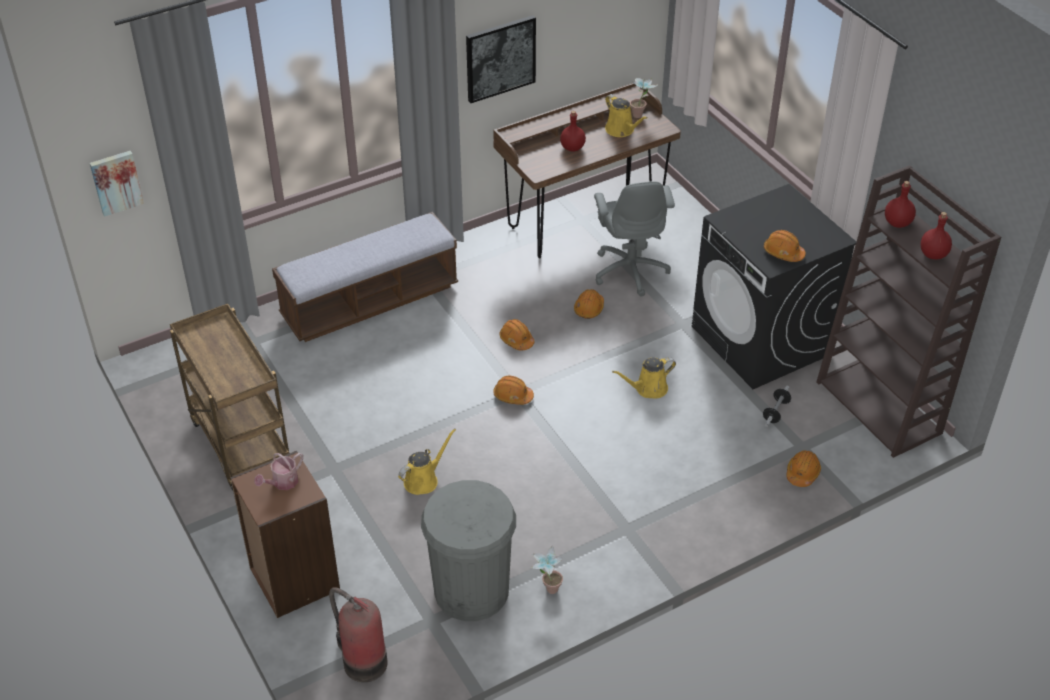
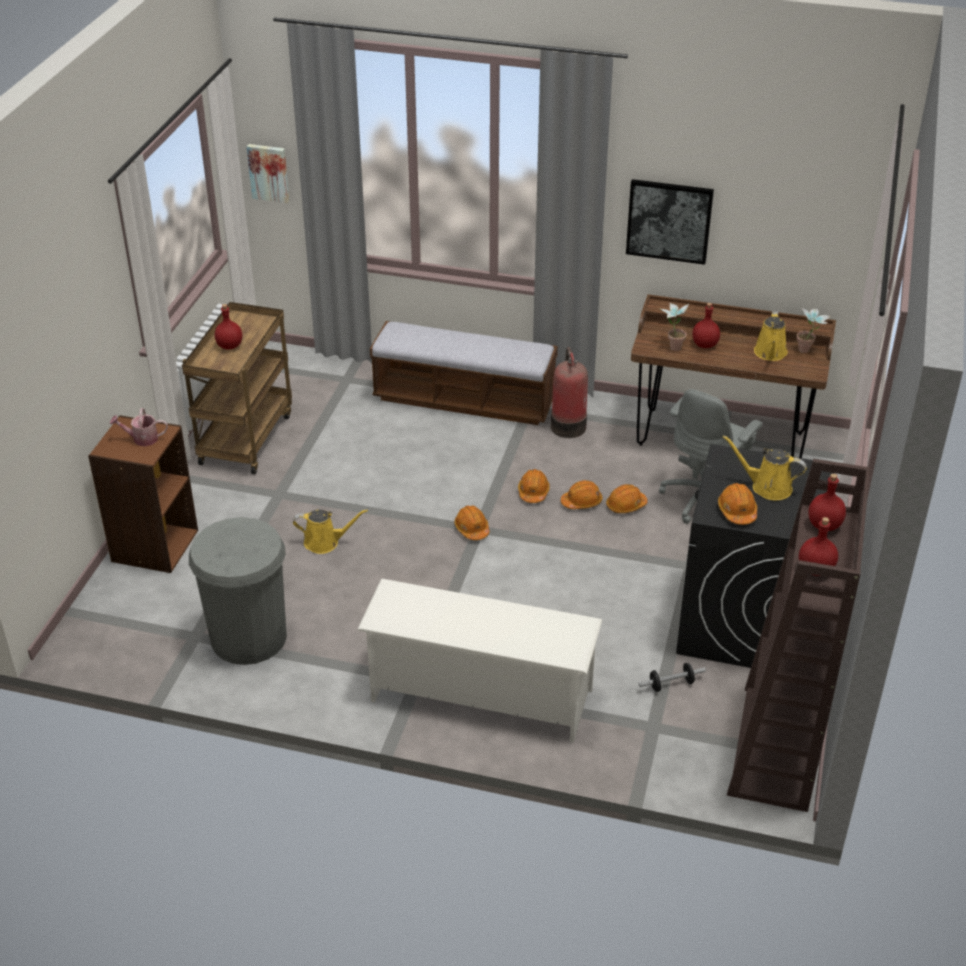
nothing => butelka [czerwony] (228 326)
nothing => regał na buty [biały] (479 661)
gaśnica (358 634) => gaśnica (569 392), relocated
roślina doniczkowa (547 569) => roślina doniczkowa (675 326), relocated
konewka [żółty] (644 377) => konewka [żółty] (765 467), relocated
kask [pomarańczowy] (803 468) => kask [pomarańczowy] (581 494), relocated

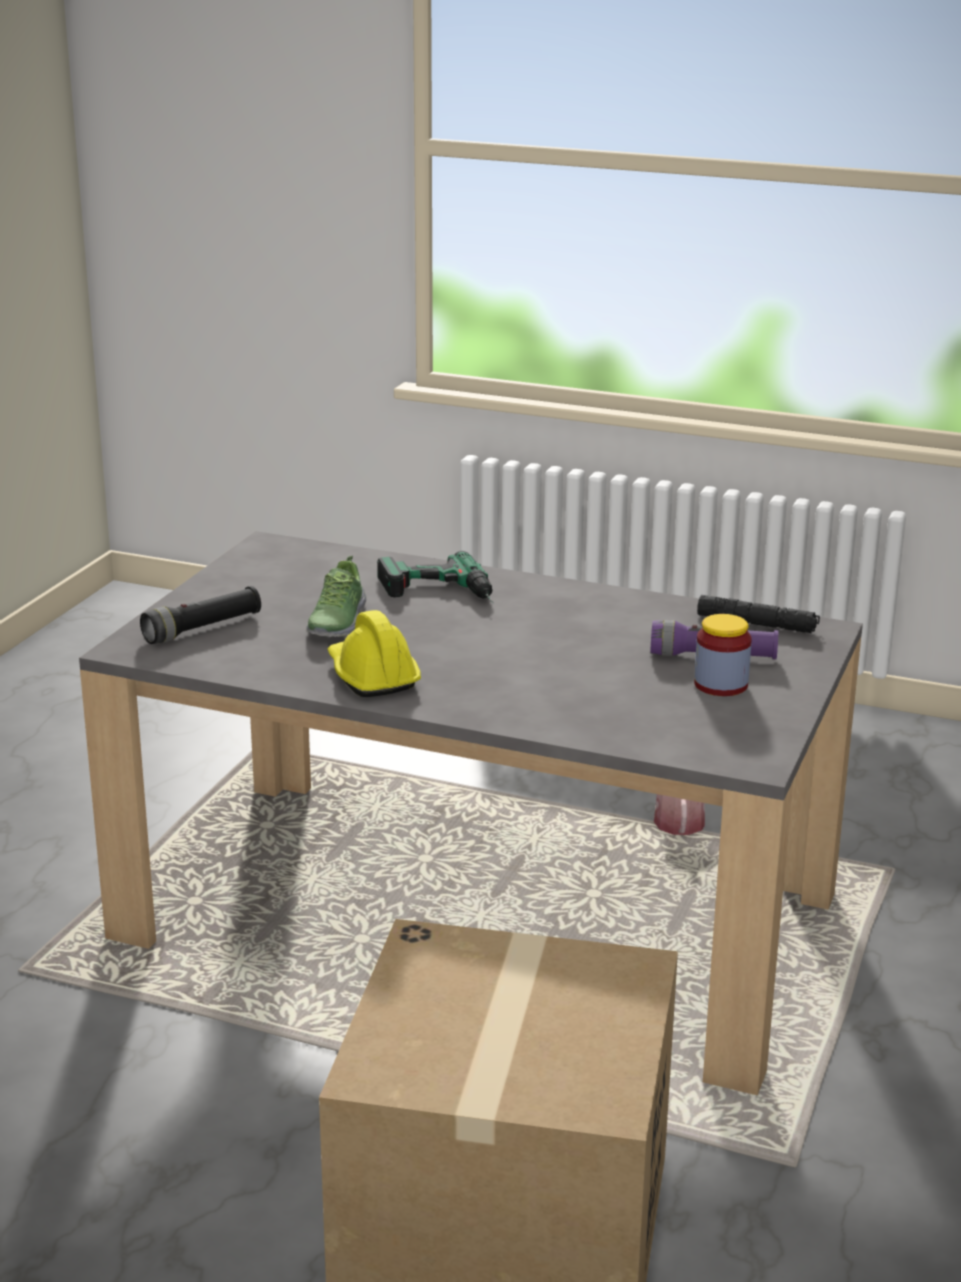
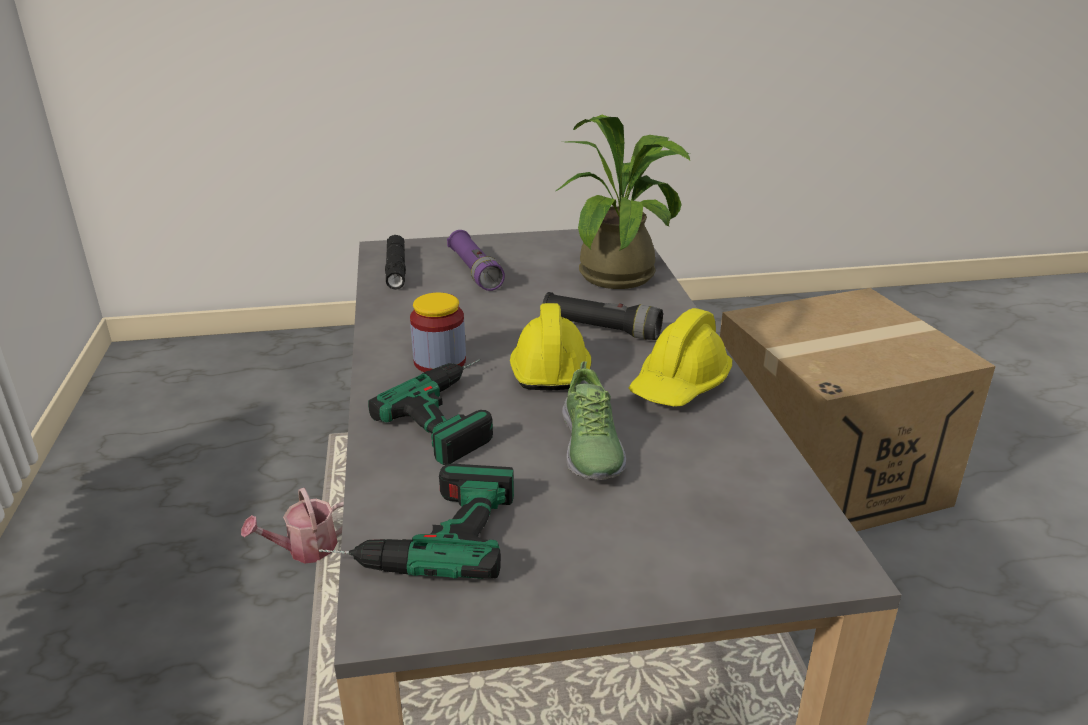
nothing => wiertarka (416 521)
nothing => kask [żółty] (550 346)
nothing => roślina doniczkowa (623 202)
latarka [czarny] (200 615) => latarka [czarny] (603 316), relocated
słoik (723 655) => słoik (438 332), relocated
but (336 596) => but (594 420), 105 degrees clockwise

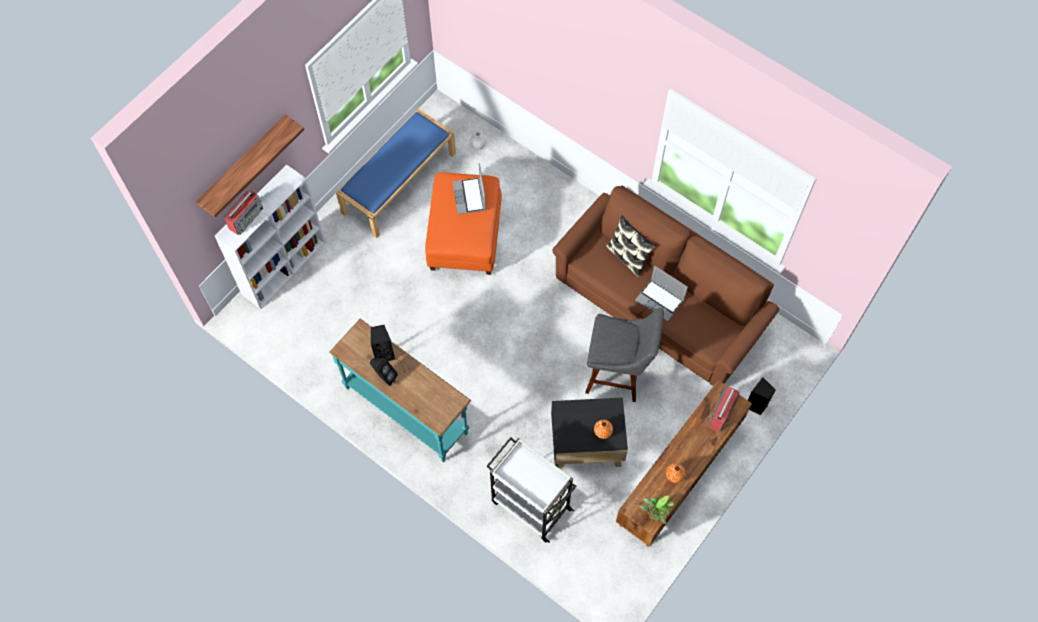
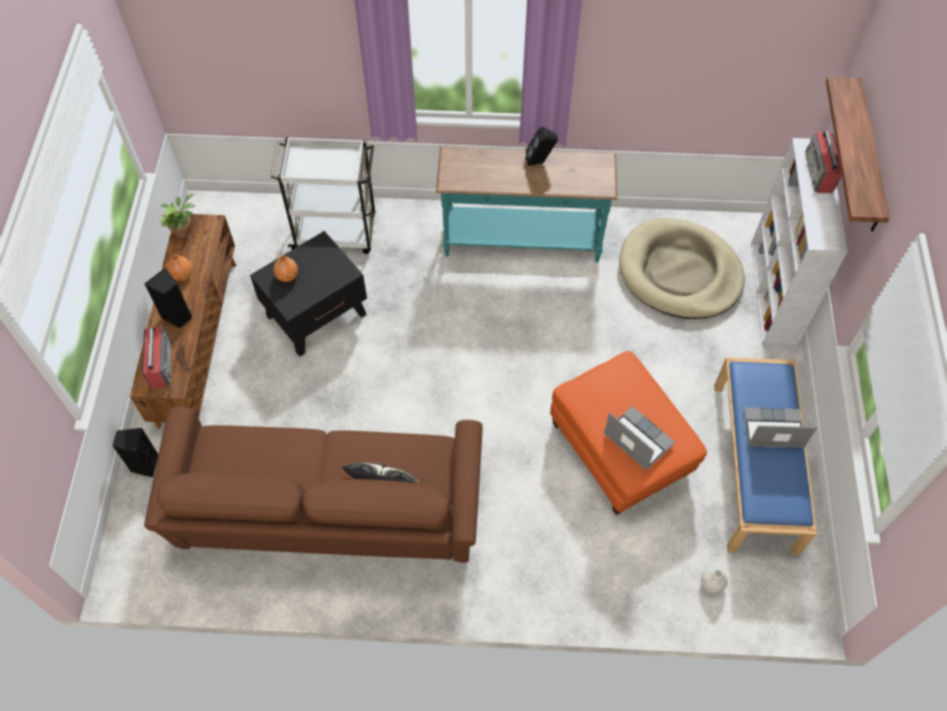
stołek [szary] (624 355) => nothing
nothing => legowisko [beżowy] (682 268)
głośnik [czarny] (383 343) => głośnik [czarny] (168 298), relocated
laptop (661 293) => laptop (780 428), relocated

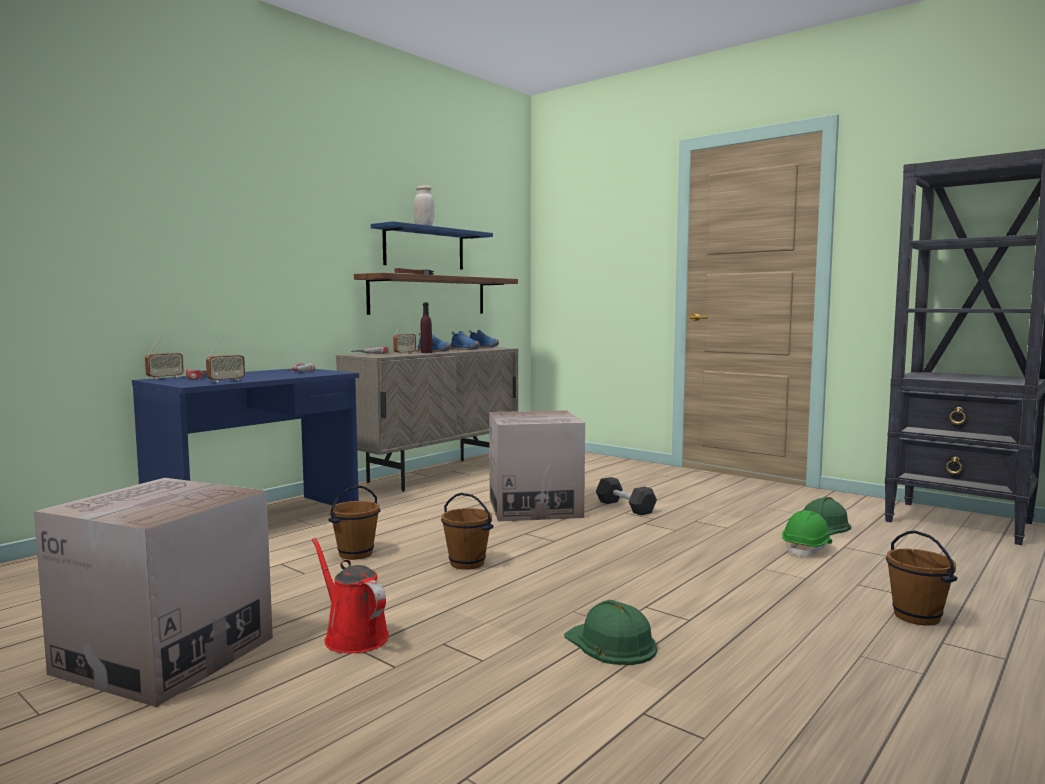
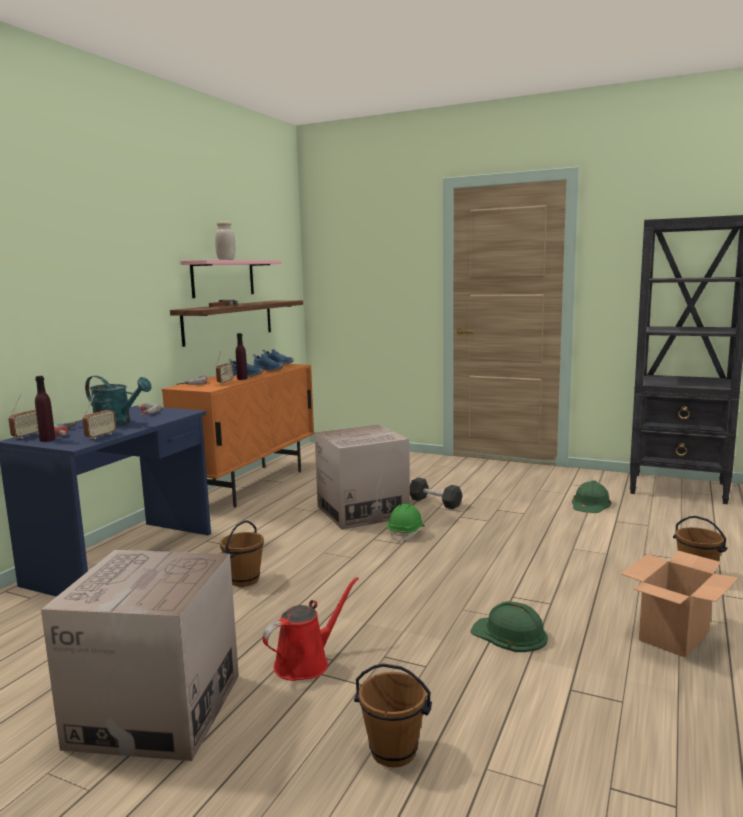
nothing => butelka [fioletowy] (45 409)
nothing => konewka [turkusowy] (118 401)
nothing => karton (679 604)
wiadro [brązowy] (467 531) => wiadro [brązowy] (393 715), relocated
kask [zielony] (807 534) => kask [zielony] (406 523), relocated
szafka [beżowy] (427 419) => szafka [pomarańczowy] (238 436)
półka [niebieski] (432 245) => półka [różowy] (231 279)
konewka [czerwony] (350 595) => konewka [czerwony] (310 629), 105 degrees clockwise

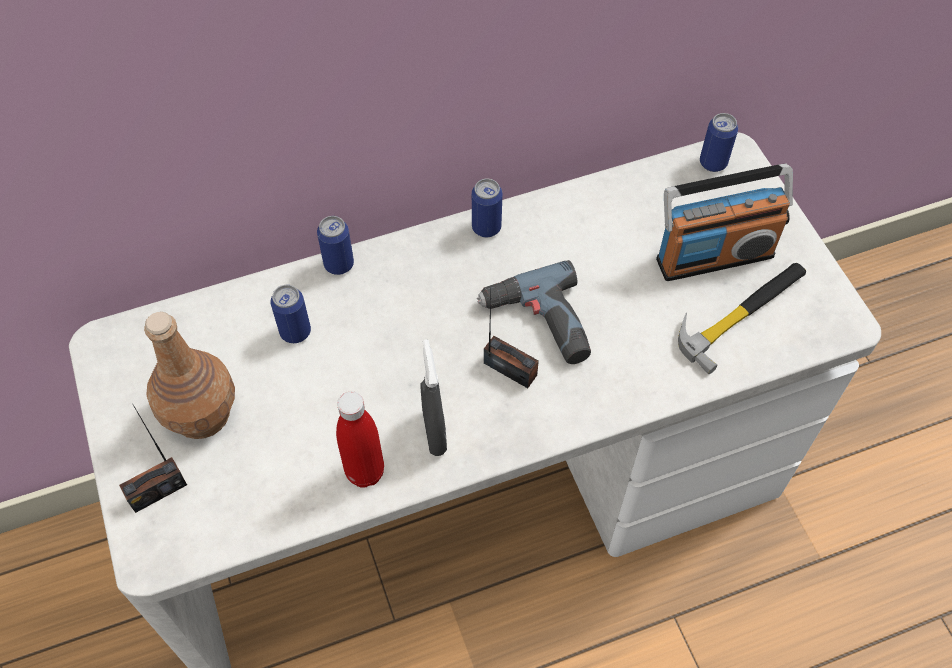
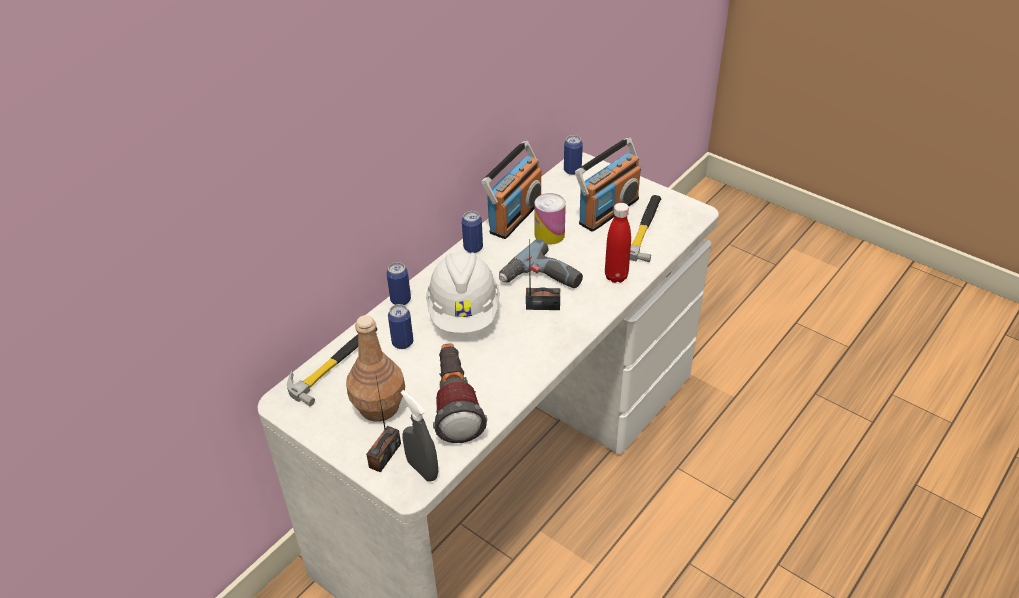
nothing => młotek (332 366)
nothing => kask [biały] (463 292)
nothing => latarka (460 393)
nothing => radio (511 190)
nothing => puszka (550 219)
butelka [czerwony] (360 439) => butelka [czerwony] (618 243), relocated
spryskiwacz [szary] (433 397) => spryskiwacz [szary] (419 435), relocated

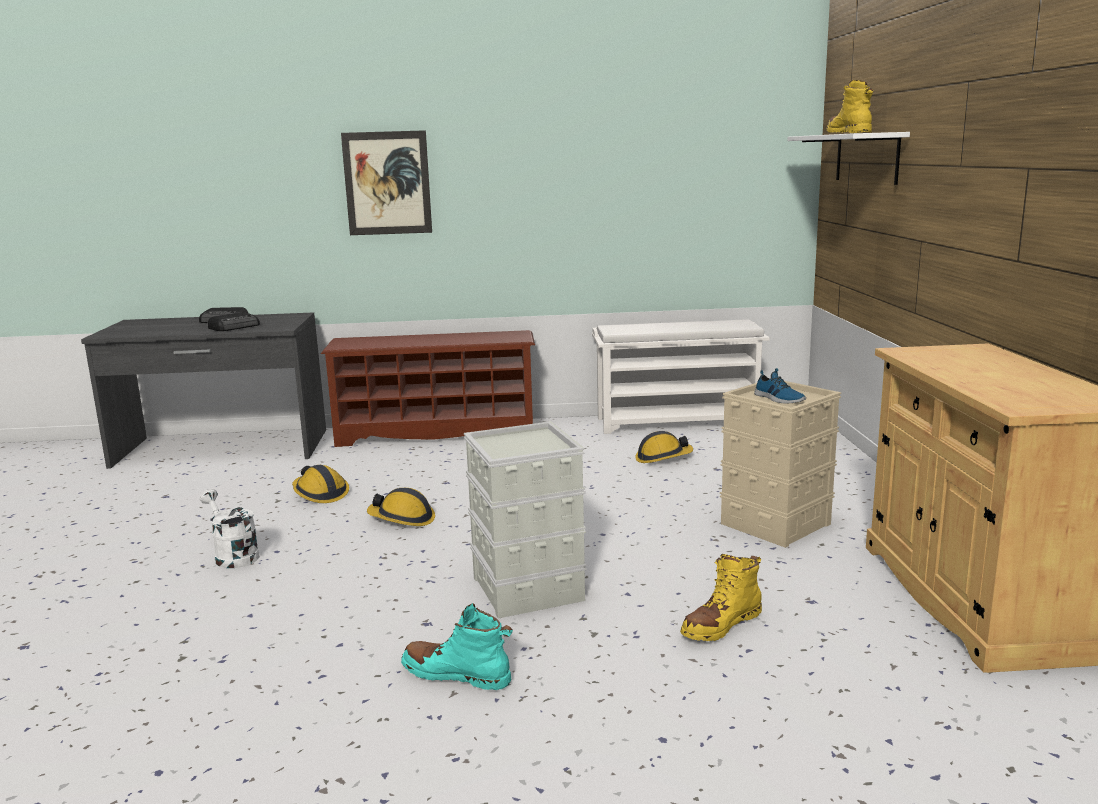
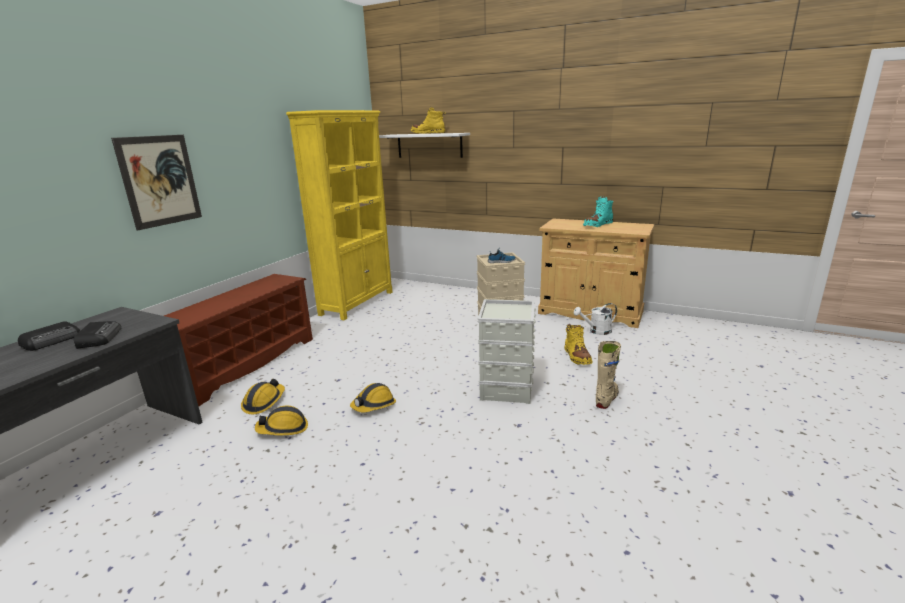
nothing => but z cholewką [beżowy] (608 375)
konewka [biały] (230 528) => konewka [biały] (595 319), relocated
but z cholewką [turkusowy] (457 646) => but z cholewką [turkusowy] (598 212), relocated
kask (664 447) => kask (263 396), relocated
regał na buty [biały] (681 376) => regał [żółty] (339 215)

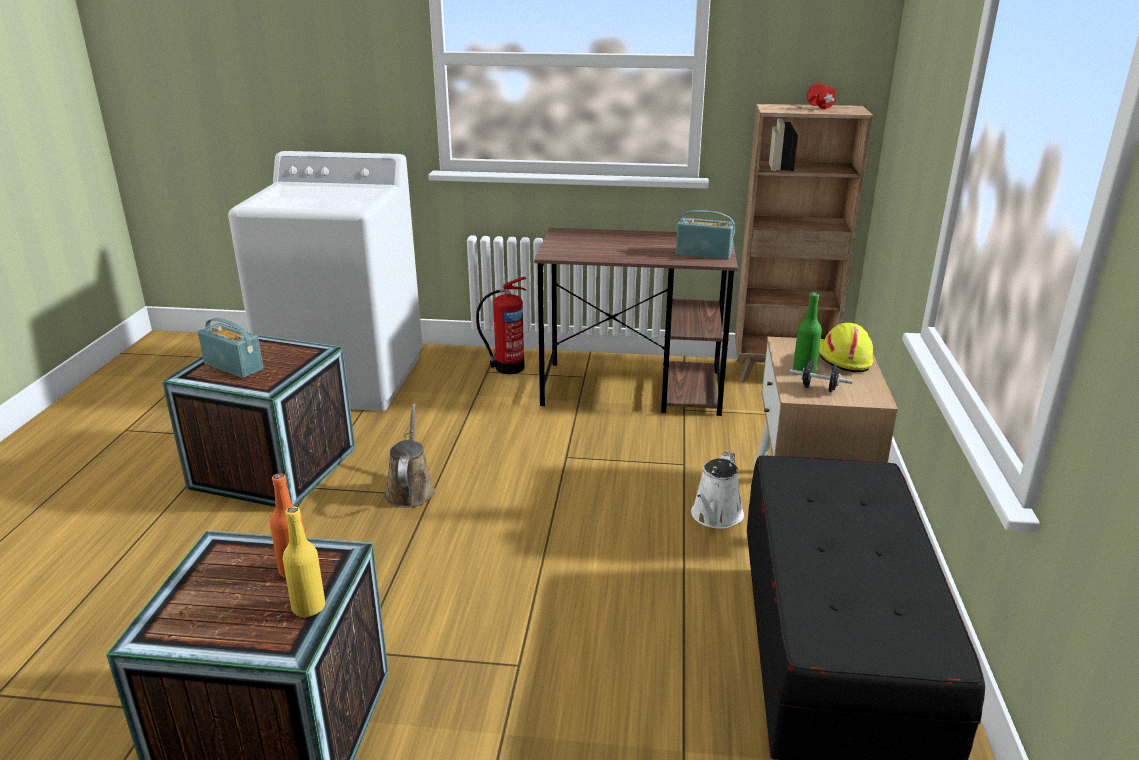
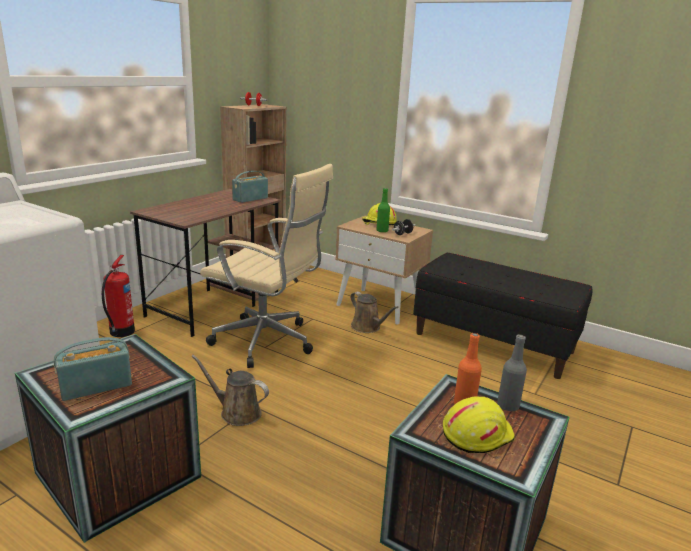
nothing => krzesło biurowe [beżowy] (266 266)
nothing => kask [żółty] (479 424)
butelka [żółty] (304 562) => butelka [szary] (512 372)
konewka [biały] (717 490) => konewka [brązowy] (375 312)

